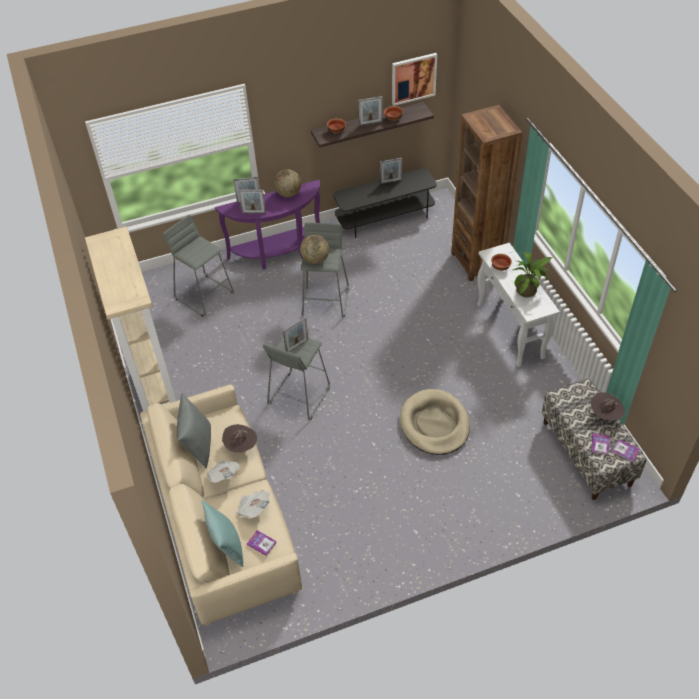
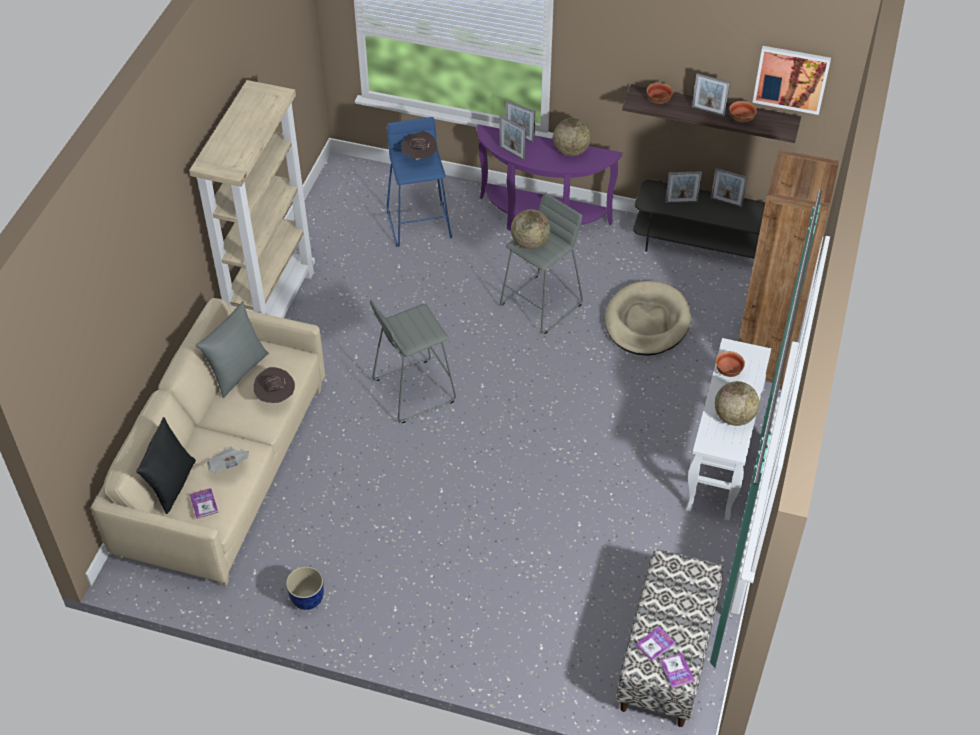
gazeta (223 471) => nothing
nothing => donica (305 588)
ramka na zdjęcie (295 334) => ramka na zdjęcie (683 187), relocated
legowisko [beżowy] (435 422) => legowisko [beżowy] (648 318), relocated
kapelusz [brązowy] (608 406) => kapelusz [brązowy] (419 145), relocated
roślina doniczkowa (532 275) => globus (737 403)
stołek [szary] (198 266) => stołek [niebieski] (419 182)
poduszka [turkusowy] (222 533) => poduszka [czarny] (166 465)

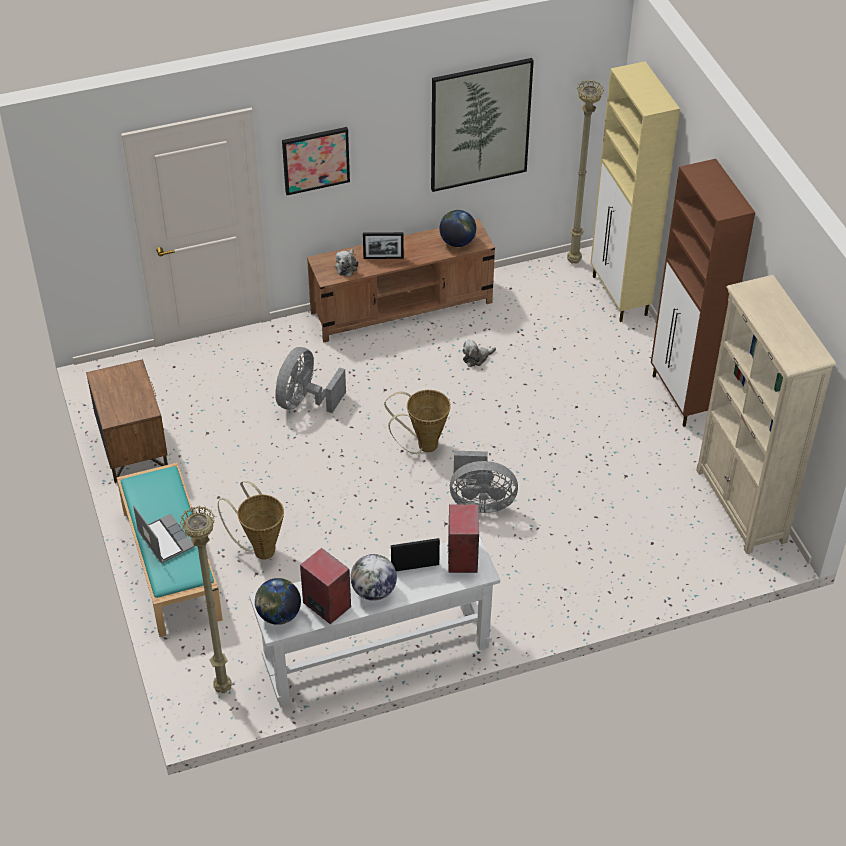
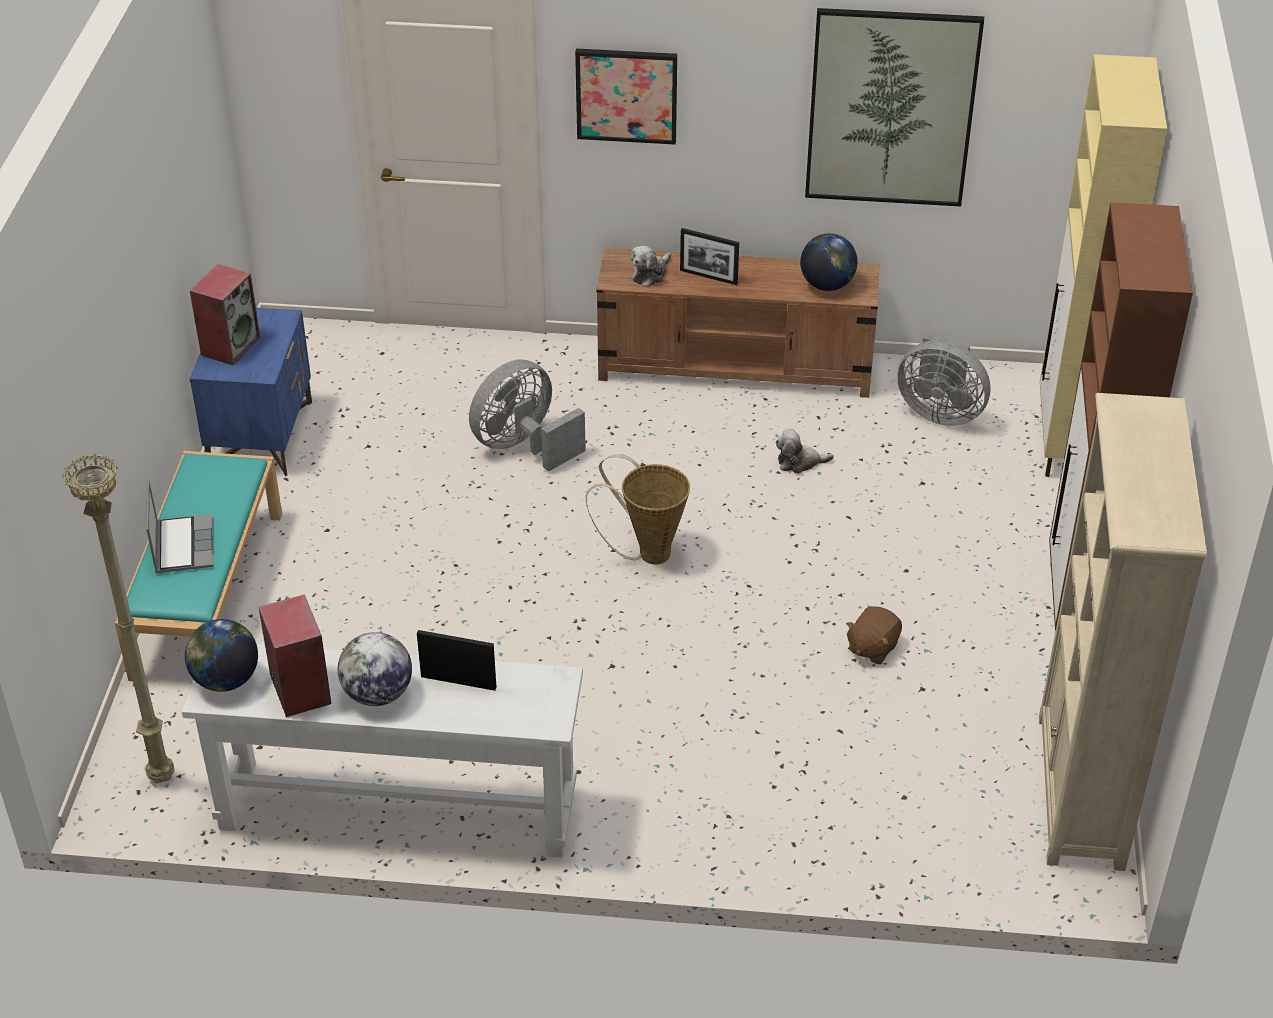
koszyk (251 520) => nothing
lampa stojąca [beżowy] (585 172) => nothing
nothing => pluszak [brązowy] (874 635)
głośnik (463 538) => głośnik (225 314), relocated
wentylator [szary] (484 482) => wentylator [szary] (944 379), relocated
szafka nocna [brązowy] (127 421) => szafka nocna [niebieski] (251 392)

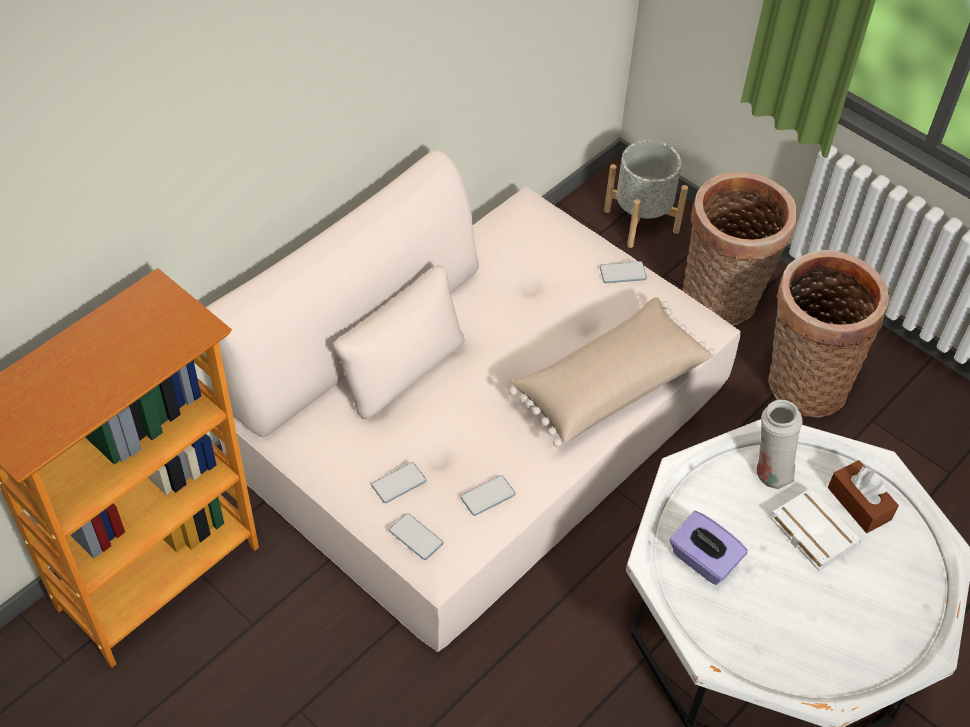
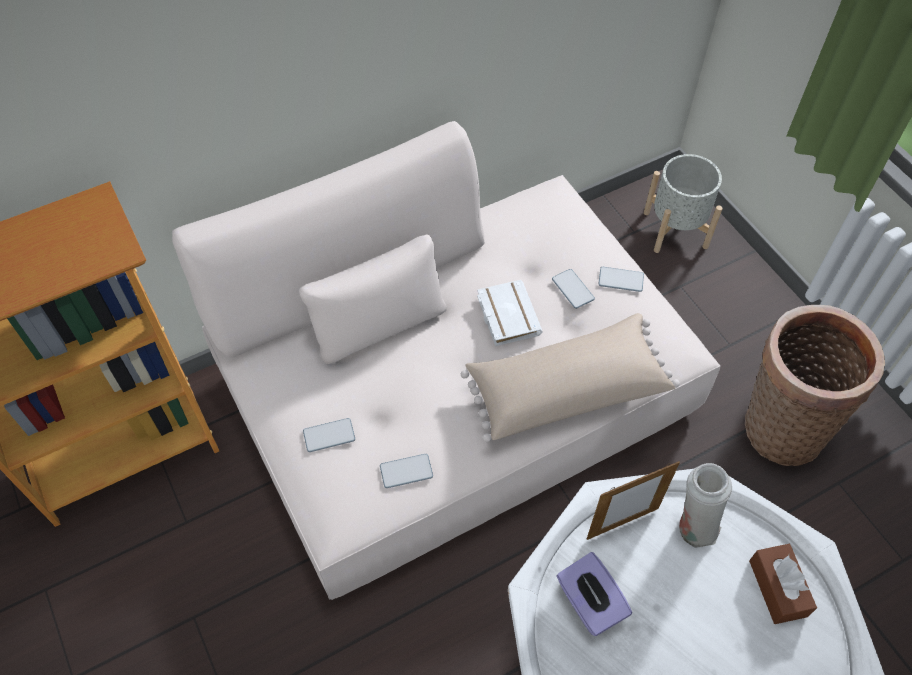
koszyk (739 248) => nothing
nothing => ramka na zdjęcie (633 500)
telefon (416 536) => telefon (573 289), relocated
książka [biały] (816 529) => książka [biały] (510 313), relocated

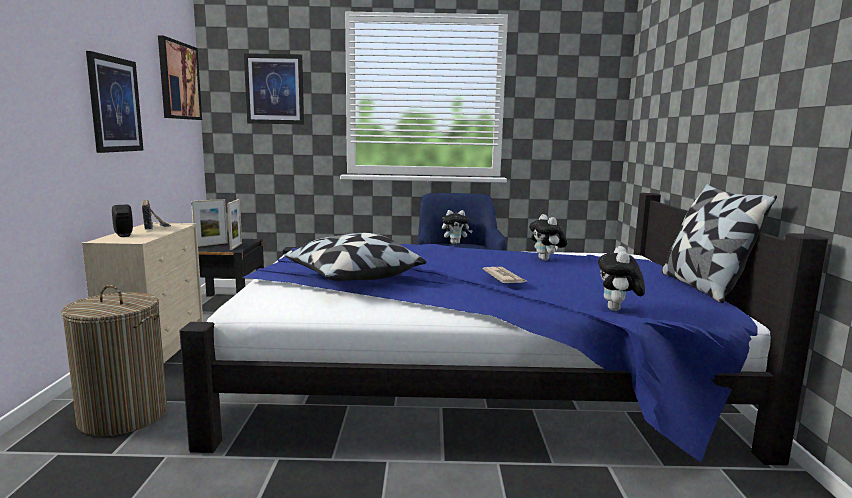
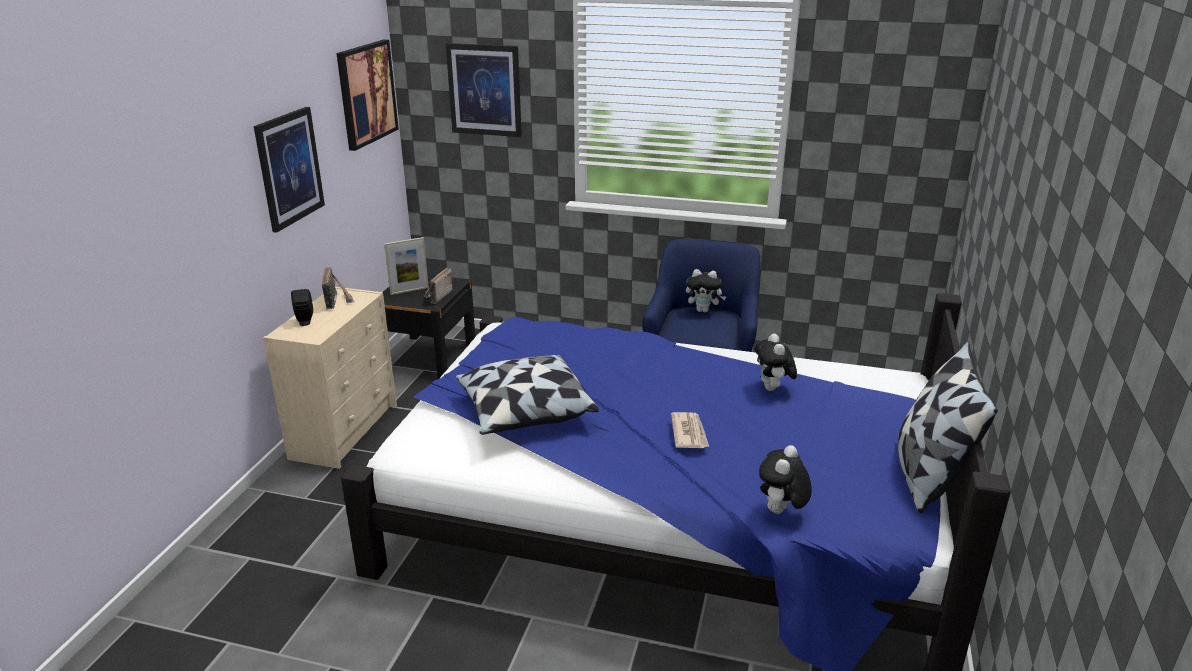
kosz na pranie (114 360) => nothing
ramka na zdjęcie (234 224) => radio (438 286)

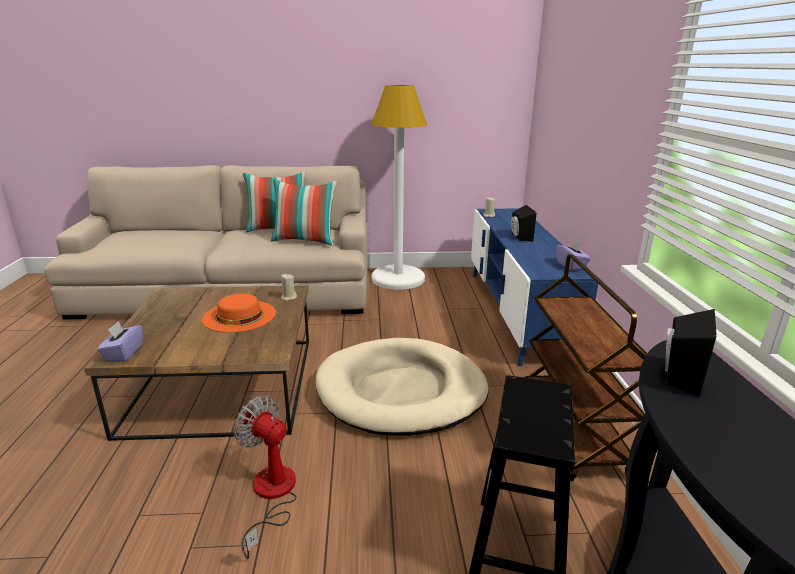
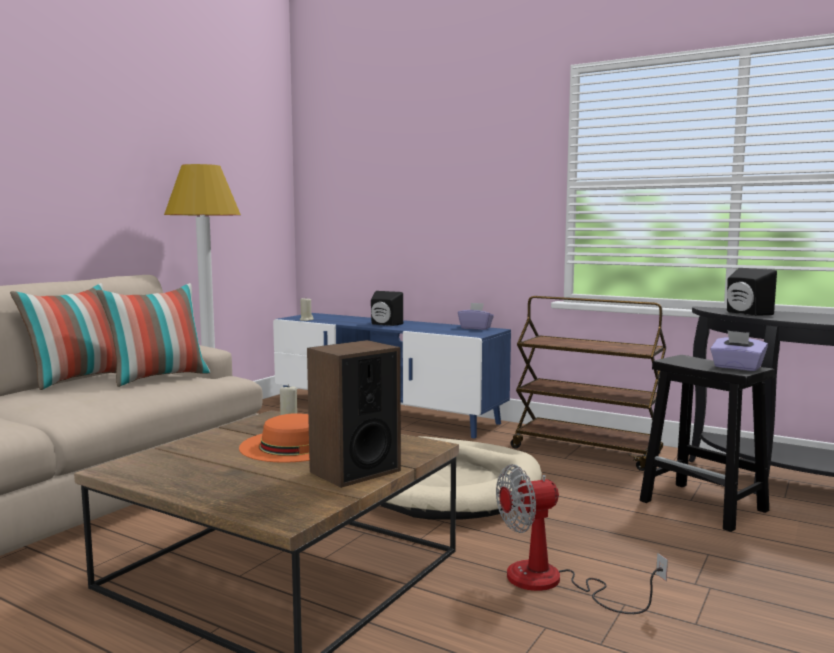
nothing => głośnik (354 414)
pudełko chusteczek [fioletowy] (120 341) => pudełko chusteczek [fioletowy] (739 350), relocated

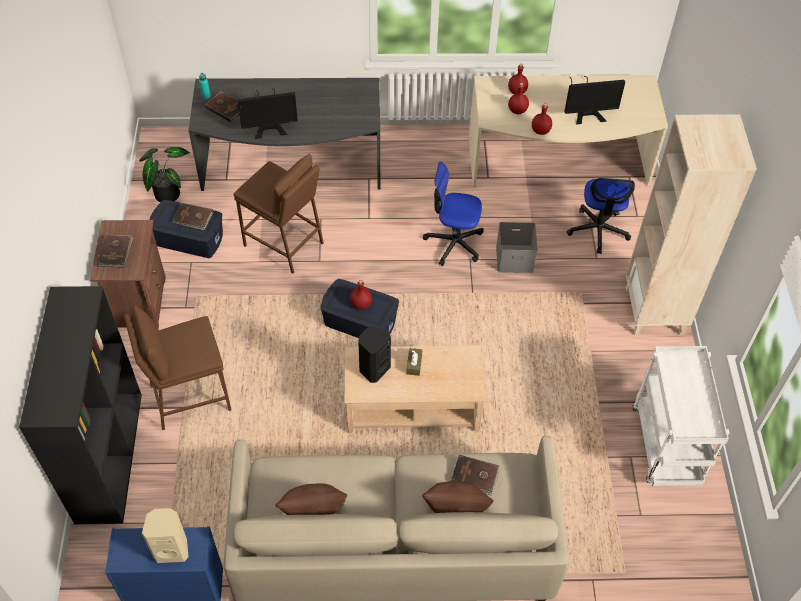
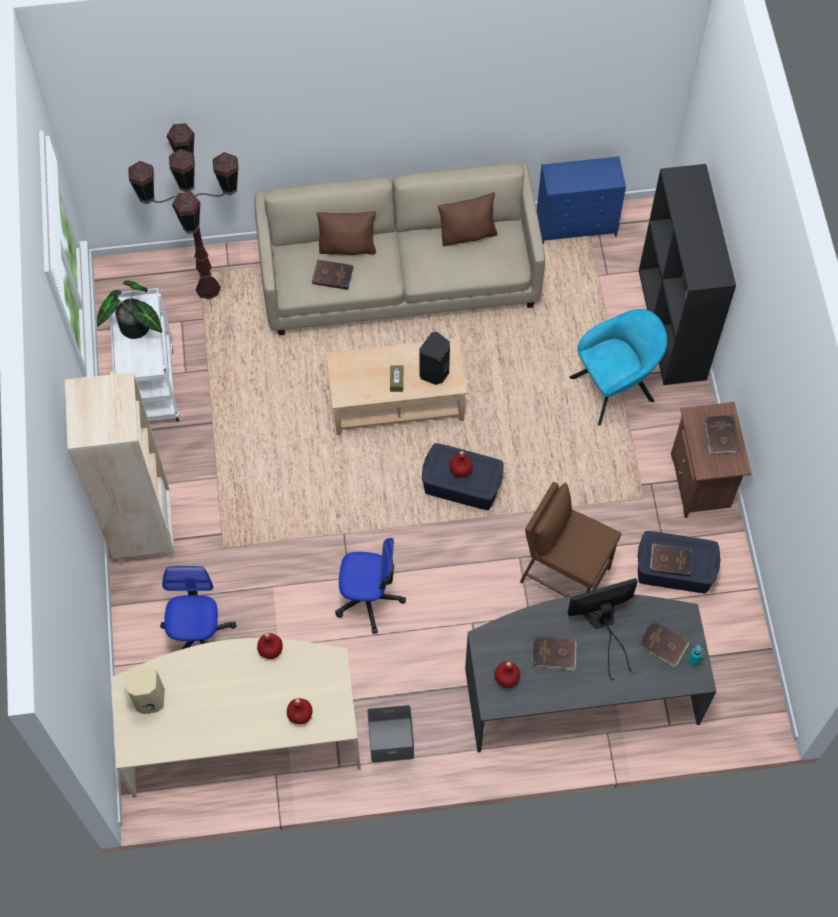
monitor (594 100) => nothing
nothing => lampa stojąca [brązowy] (183 211)
nothing => książka [brązowy] (554 653)
roślina doniczkowa (164 174) => roślina doniczkowa (129 310), relocated
głośnik [beżowy] (165 535) => głośnik [beżowy] (144 690), relocated
pojemnik do przechowywania [szary] (517 247) => pojemnik do przechowywania [szary] (390 734), relocated
butelka [czerwony] (518 98) => butelka [czerwony] (507 674), relocated
stołek [brązowy] (177 368) => fotel [turkusowy] (618 367)

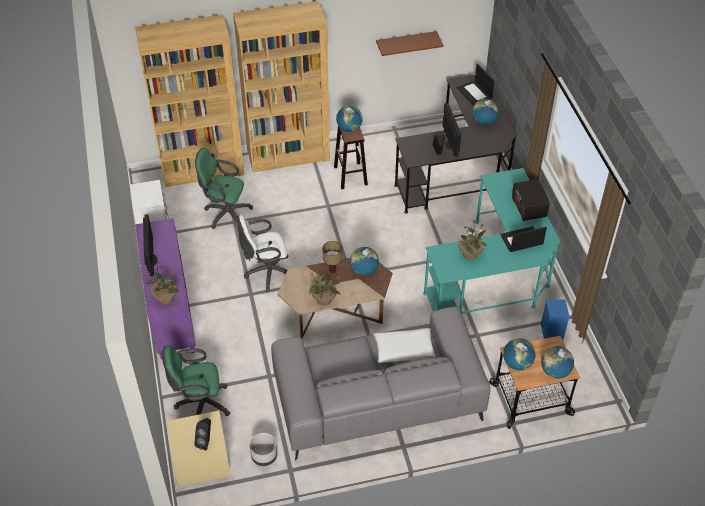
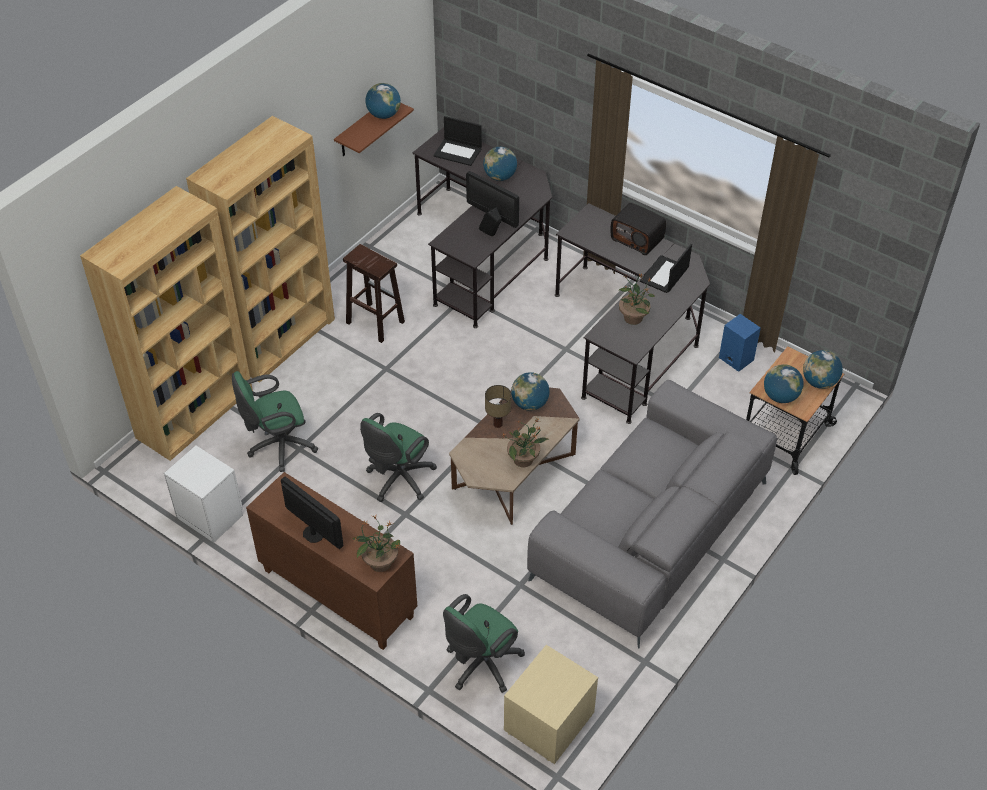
głośnik [czarny] (202 434) => nothing
donica [szary] (263 449) => nothing
poduszka [biały] (405 345) => nothing
globus (349 118) => globus (383 101), relocated
szafka [fioletowy] (165 288) => szafka [brązowy] (331 561)
krzesło biurowe [biały] (263 253) => krzesło biurowe [zielony] (398 457)
biurko [turkusowy] (491 241) => biurko [czarny] (632 313)

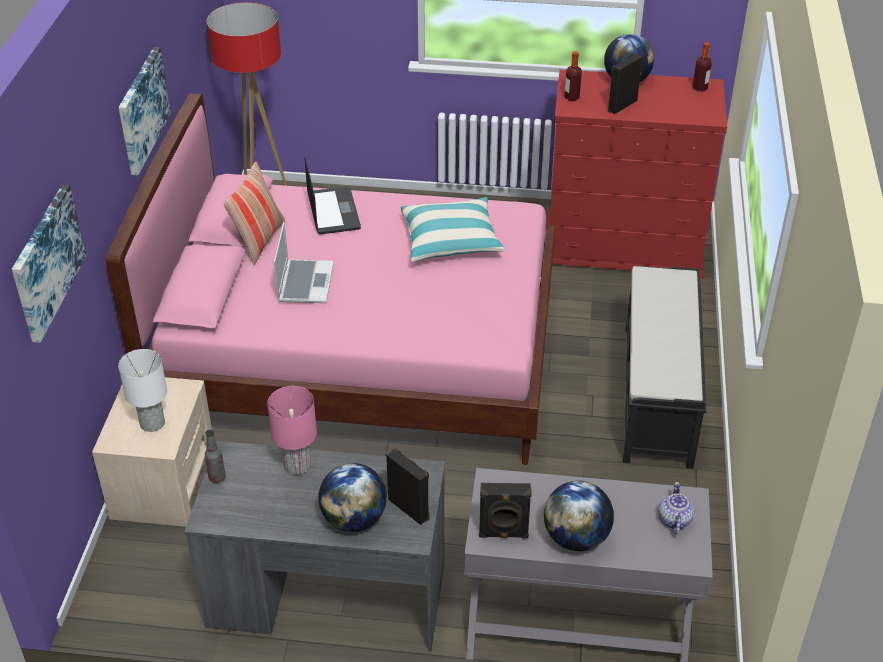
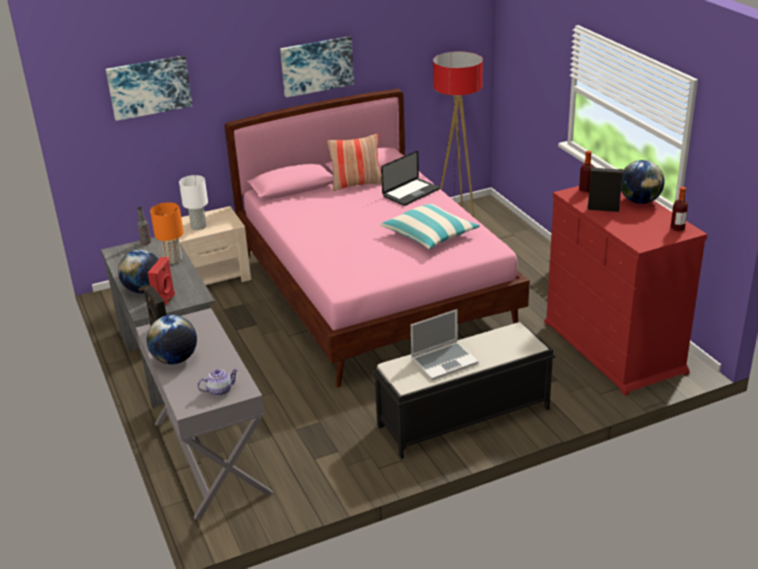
laptop (304 262) => laptop (444 344), relocated
lampa stołowa [różowy] (292 430) => lampa stołowa [pomarańczowy] (167 233)
głośnik [czarny] (407 486) => głośnik [czerwony] (161 281)

